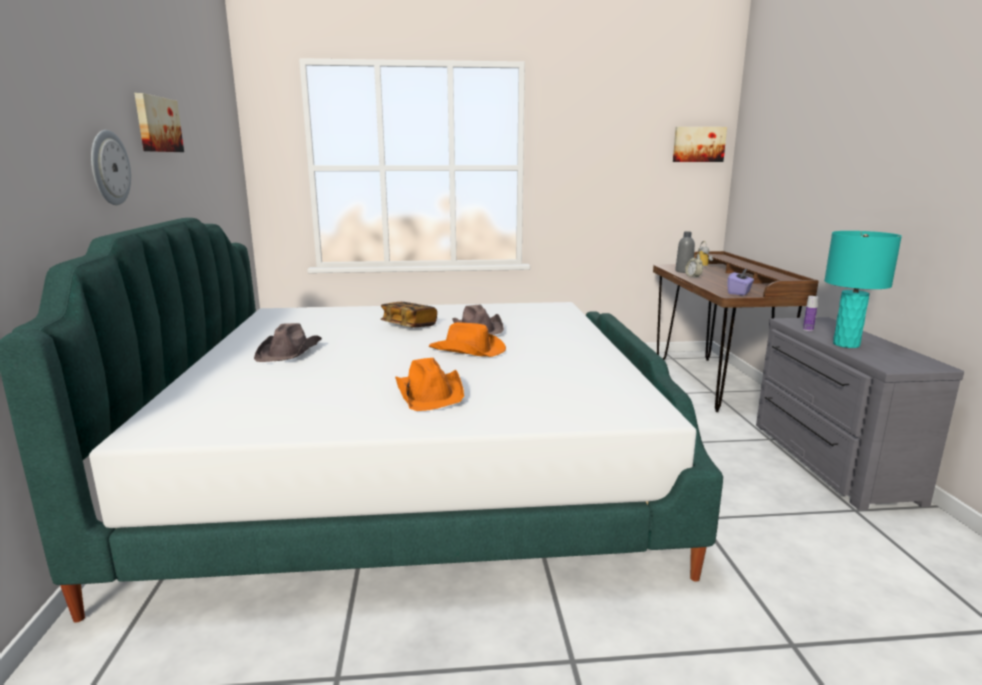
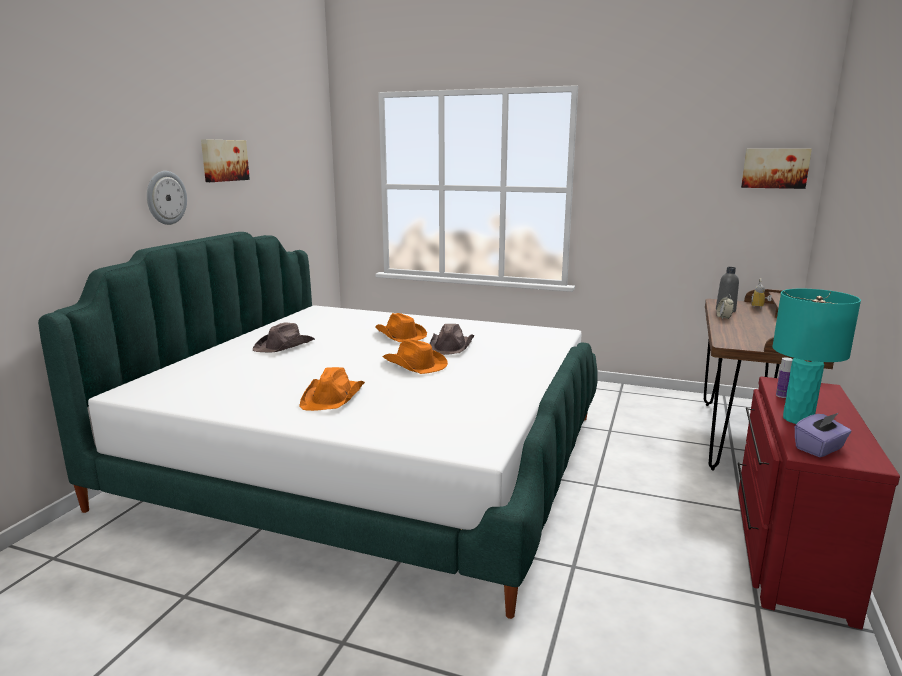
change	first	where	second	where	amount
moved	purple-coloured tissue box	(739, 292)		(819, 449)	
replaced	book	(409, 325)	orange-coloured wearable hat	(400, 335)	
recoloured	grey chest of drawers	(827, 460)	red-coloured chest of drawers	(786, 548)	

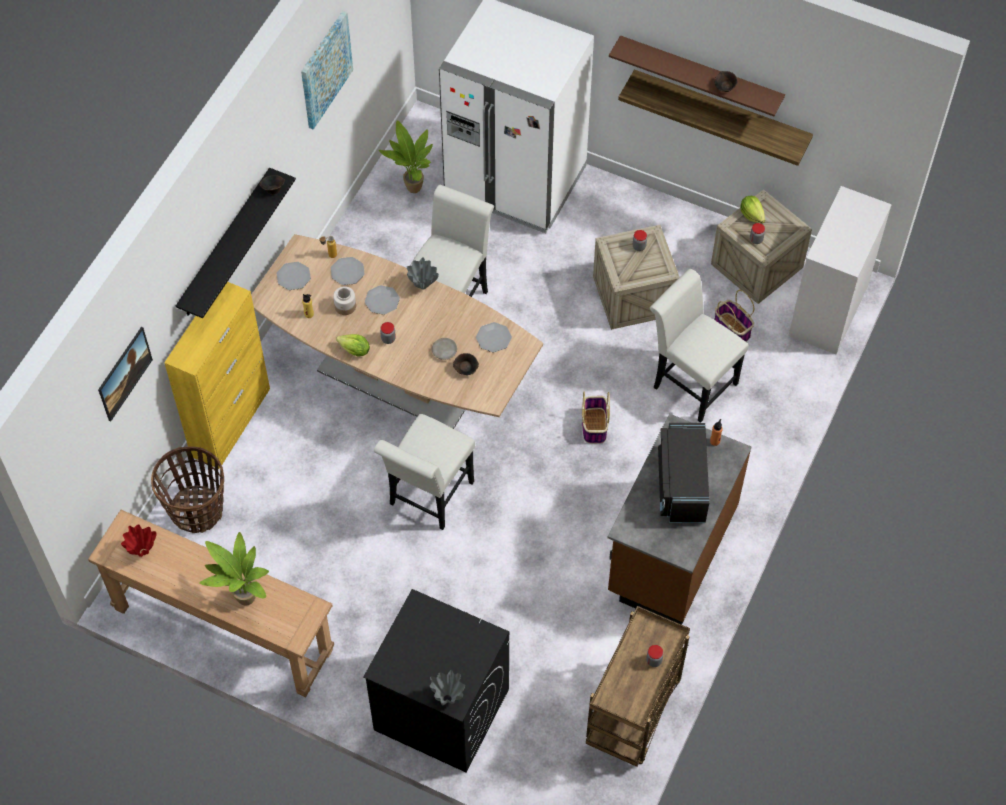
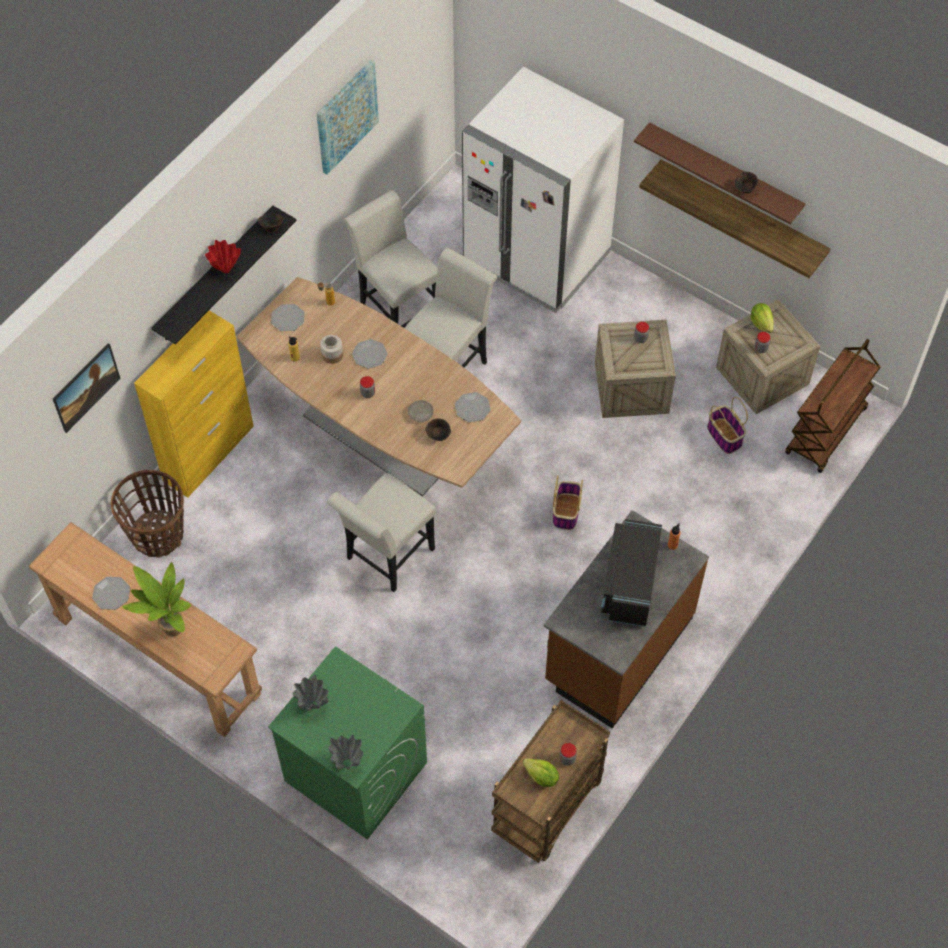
change	first	where	second	where	amount
removed	houseplant	(411, 189)			
replaced	white chest of drawers	(828, 311)	brown cart	(826, 432)	
moved	dinner plate	(347, 272)		(111, 594)	
moved	grey vase	(422, 286)		(312, 705)	
moved	white chair	(690, 382)		(396, 307)	
moved	lettuce head	(355, 351)		(541, 777)	
moved	red-coloured vase	(142, 552)		(225, 270)	
recoloured	black washing machine	(440, 709)	greenish washing machine	(354, 771)	

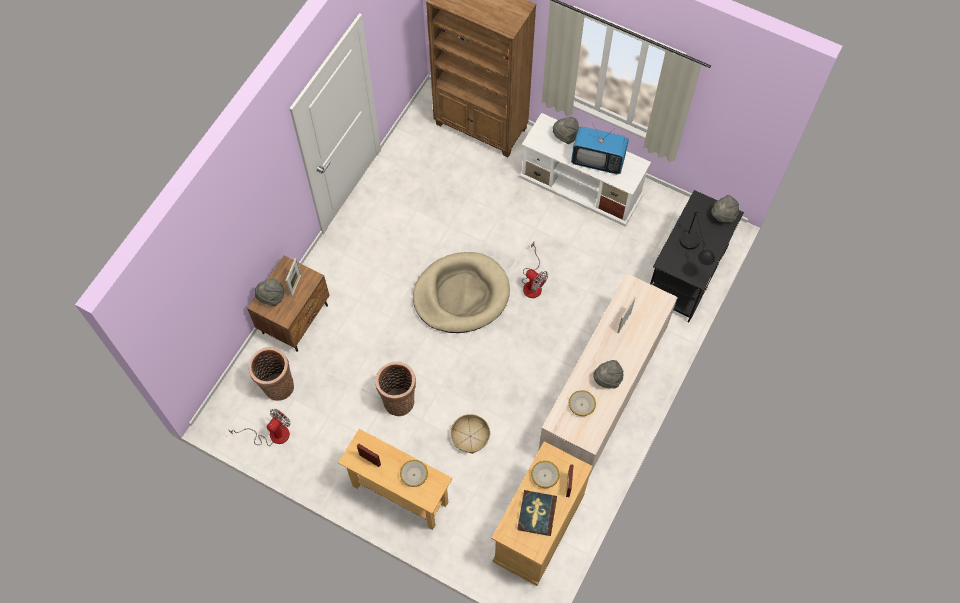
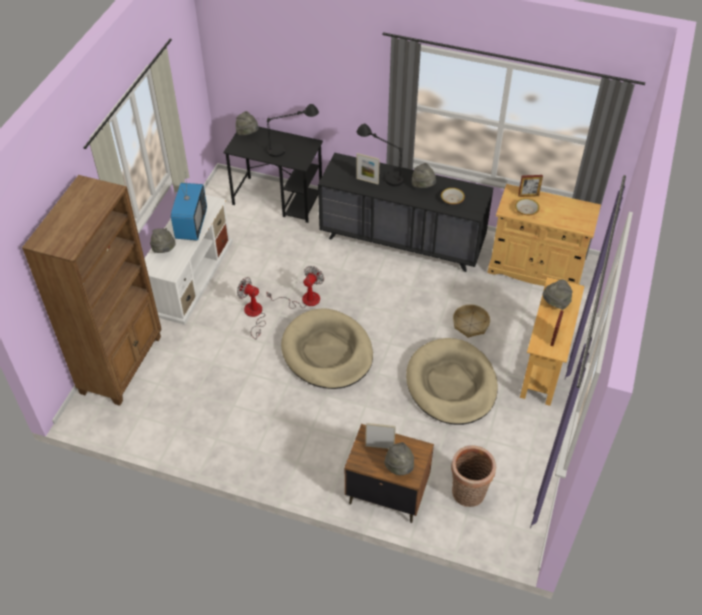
change	first	where	second	where	amount
recoloured	beige chest of drawers	(602, 393)	black chest of drawers	(402, 241)	
replaced	storage basket	(398, 399)	beige dog bed	(451, 384)	
moved	electric fan	(272, 434)		(254, 315)	
replaced	bowl	(414, 475)	grey wearable hat	(555, 303)	
removed	book	(536, 513)			
added			black tabletop lamp	(381, 173)	

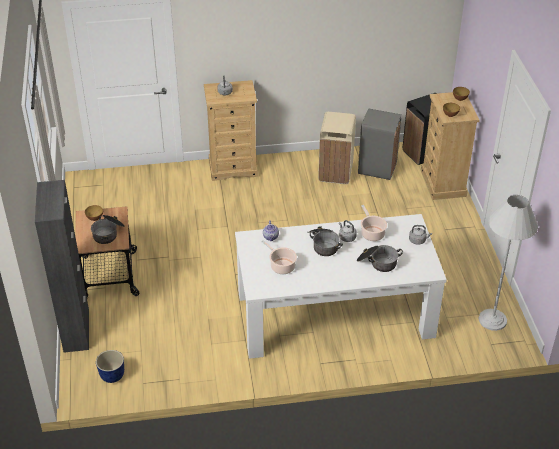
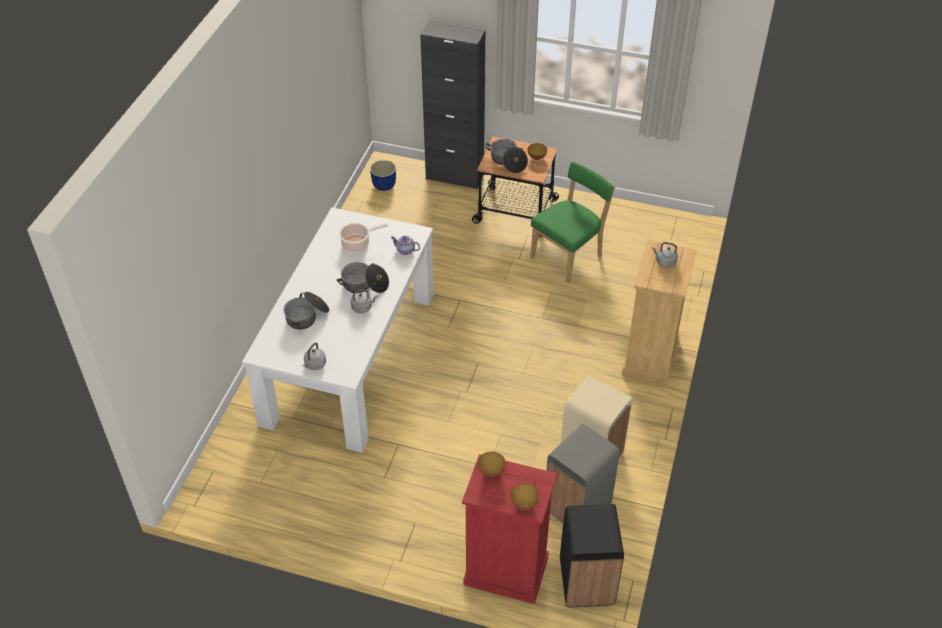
change	first	where	second	where	amount
recoloured	beige chest of drawers	(443, 183)	red-coloured chest of drawers	(505, 571)	
removed	white floor lamp	(492, 320)			
removed	cooking pot	(372, 233)			
added			greenish chair	(569, 256)	

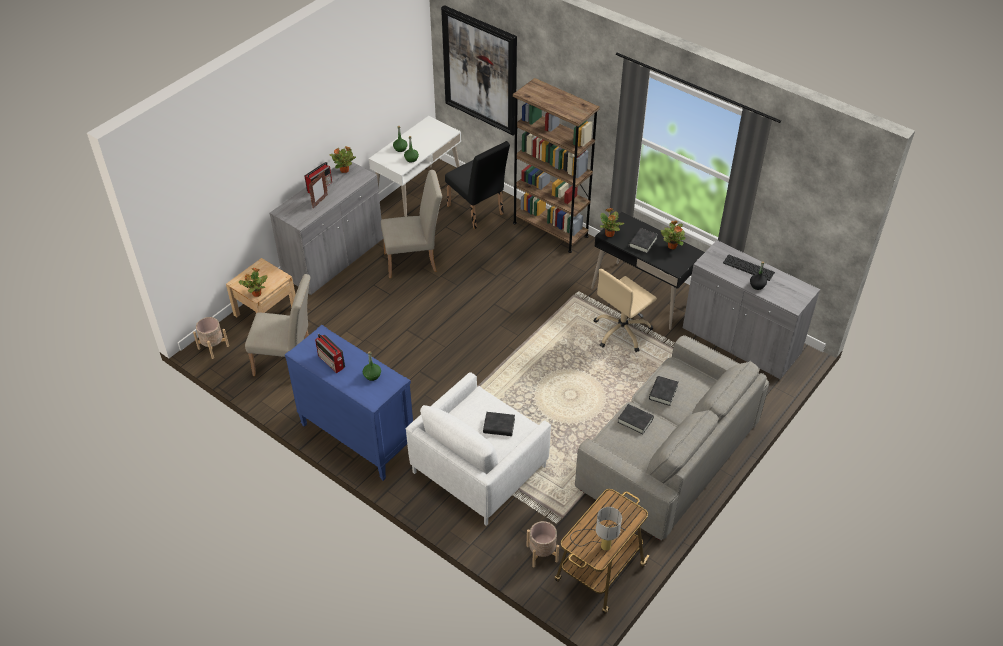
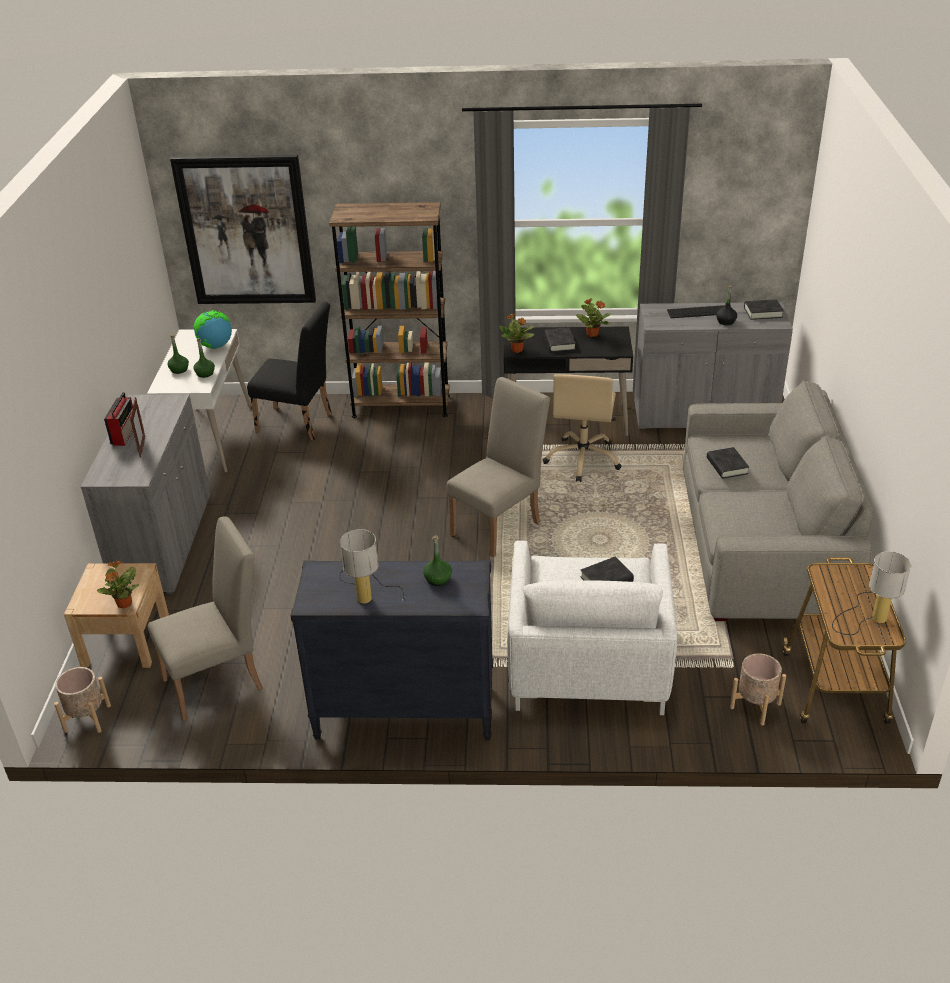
change	first	where	second	where	amount
removed	houseplant	(345, 170)			
moved	beige chair	(415, 261)		(500, 525)	
recoloured	bluish chest of drawers	(356, 438)	black chest of drawers	(404, 713)	
replaced	radio receiver	(331, 362)	tabletop lamp	(367, 591)	
moved	black book	(635, 420)		(763, 312)	
added			globe	(215, 346)	

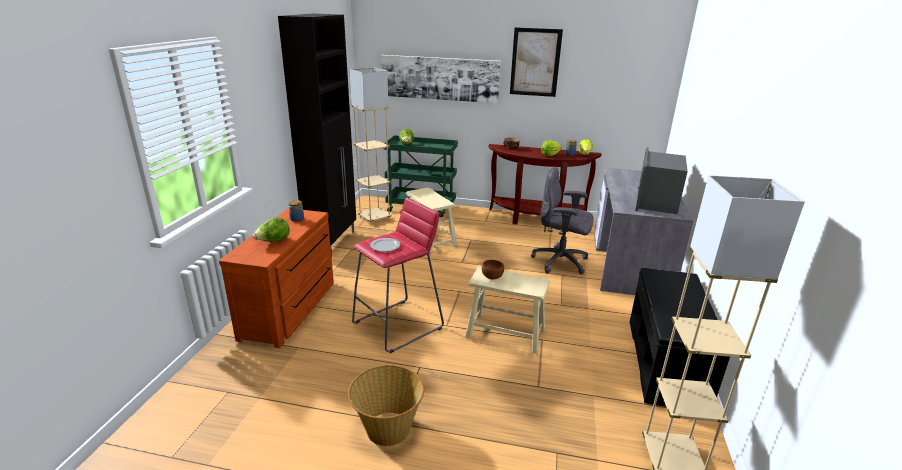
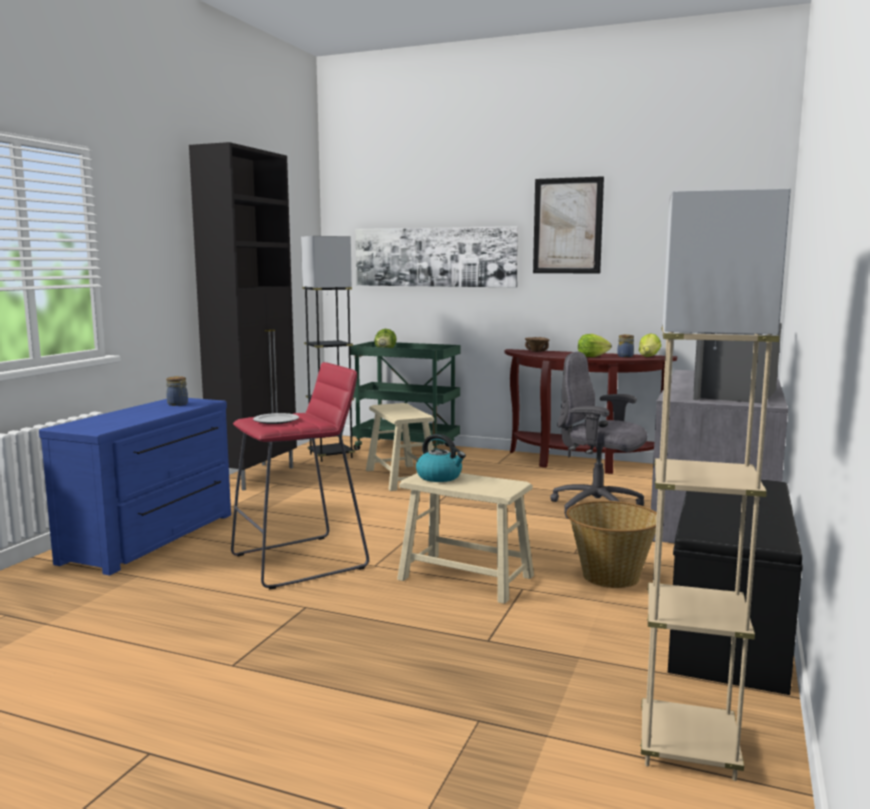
change	first	where	second	where	amount
recoloured	beige floor lamp	(374, 218)	black floor lamp	(331, 456)	
recoloured	brown chest of drawers	(292, 309)	bluish chest of drawers	(154, 538)	
removed	lettuce head	(273, 241)			
replaced	brown bowl	(492, 276)	kettle	(440, 477)	
moved	storage basket	(388, 429)		(610, 577)	

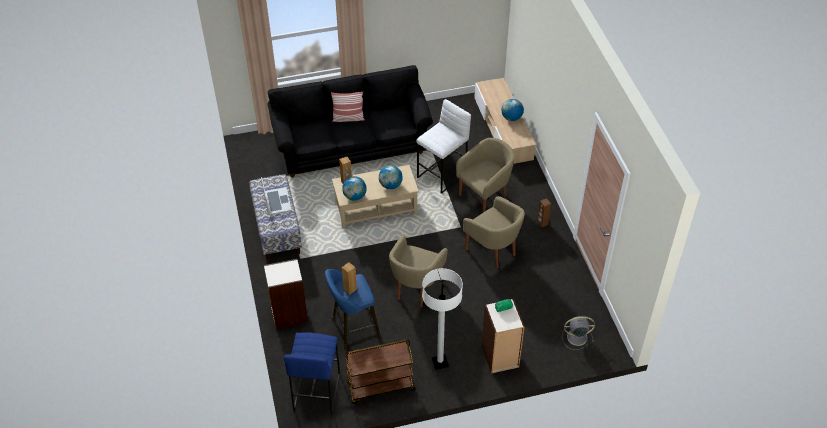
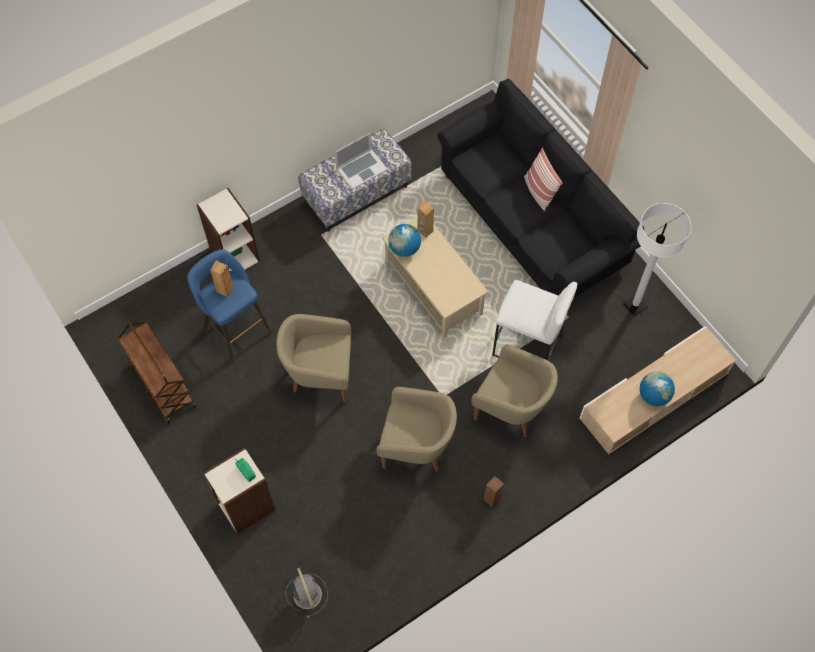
change	first	where	second	where	amount
removed	globe	(390, 185)			
turned	beige armchair	(493, 251)		(416, 449)	105 degrees counterclockwise
moved	white floor lamp	(440, 362)		(635, 305)	
removed	bluish stool	(316, 391)			

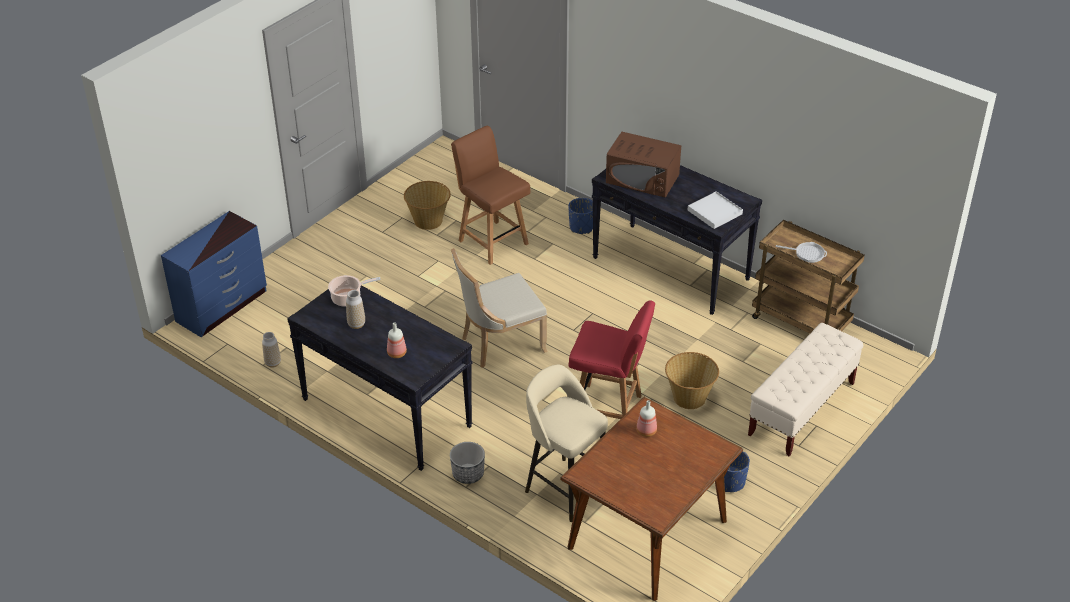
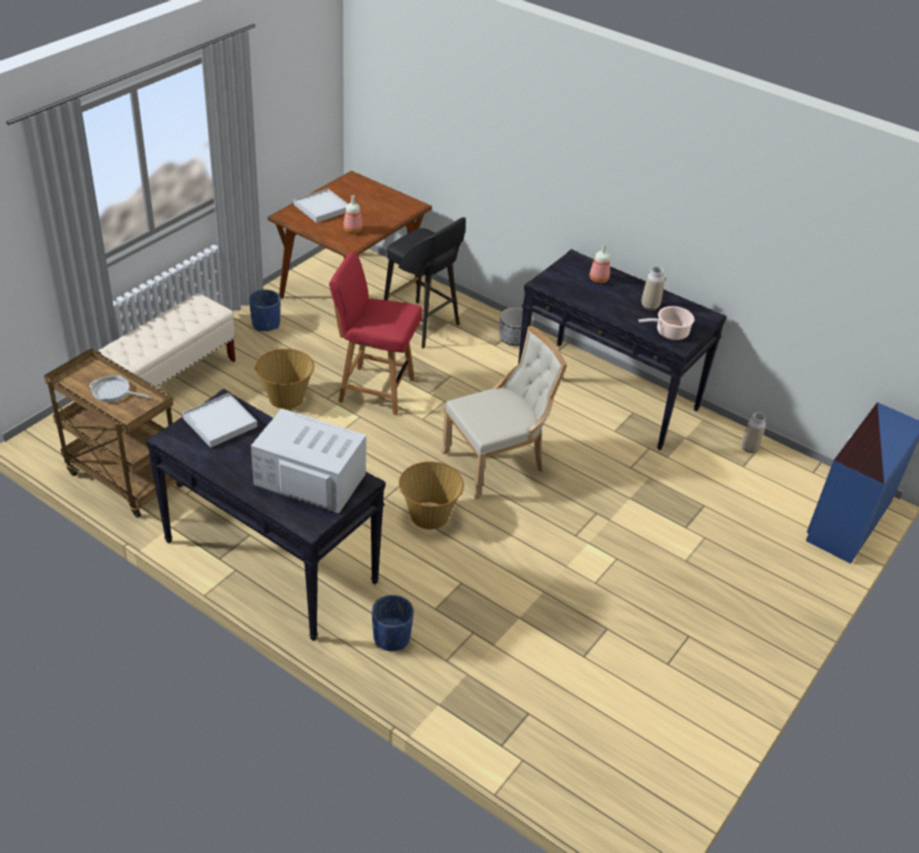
change	first	where	second	where	amount
removed	brown chair	(492, 241)			
recoloured	brown microwave	(642, 178)	white microwave	(310, 479)	
moved	storage basket	(428, 221)		(429, 516)	
recoloured	beige stool	(565, 488)	black stool	(422, 325)	
added			white serving tray	(322, 208)	

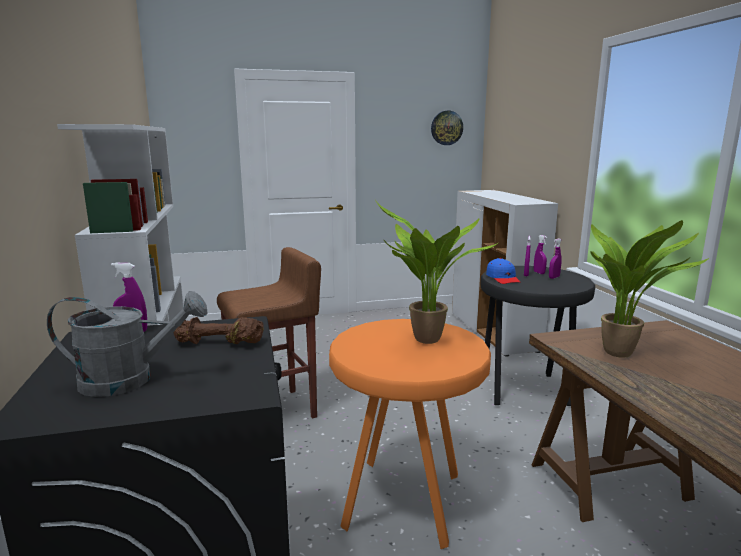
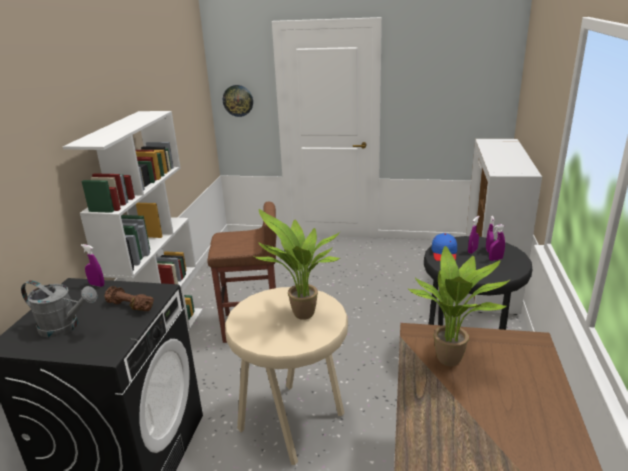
change	first	where	second	where	amount
moved	clock on the wall	(446, 128)		(238, 100)	
recoloured	orange-coloured stool	(405, 500)	beige stool	(294, 422)	

